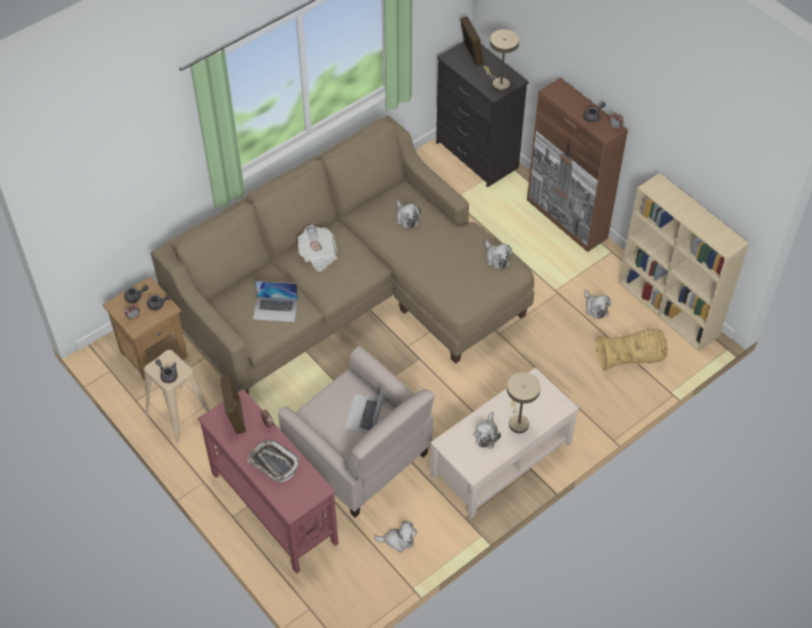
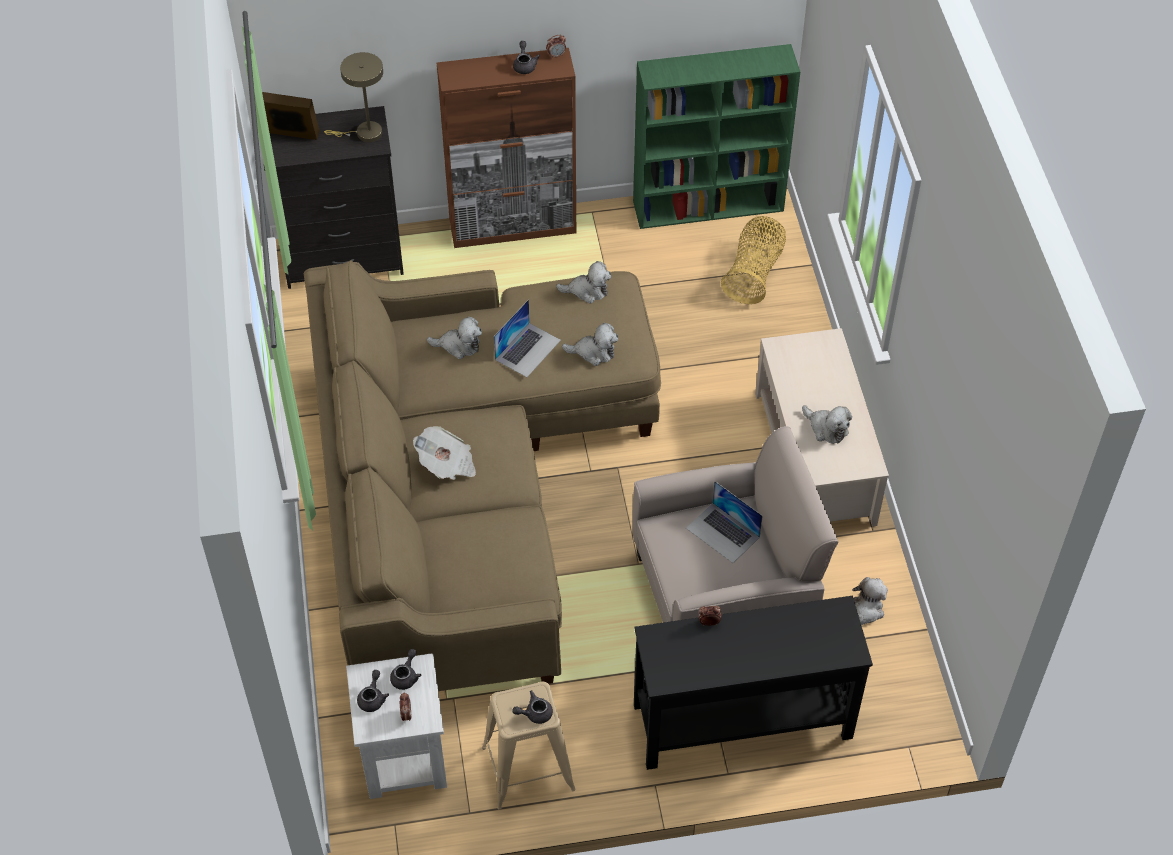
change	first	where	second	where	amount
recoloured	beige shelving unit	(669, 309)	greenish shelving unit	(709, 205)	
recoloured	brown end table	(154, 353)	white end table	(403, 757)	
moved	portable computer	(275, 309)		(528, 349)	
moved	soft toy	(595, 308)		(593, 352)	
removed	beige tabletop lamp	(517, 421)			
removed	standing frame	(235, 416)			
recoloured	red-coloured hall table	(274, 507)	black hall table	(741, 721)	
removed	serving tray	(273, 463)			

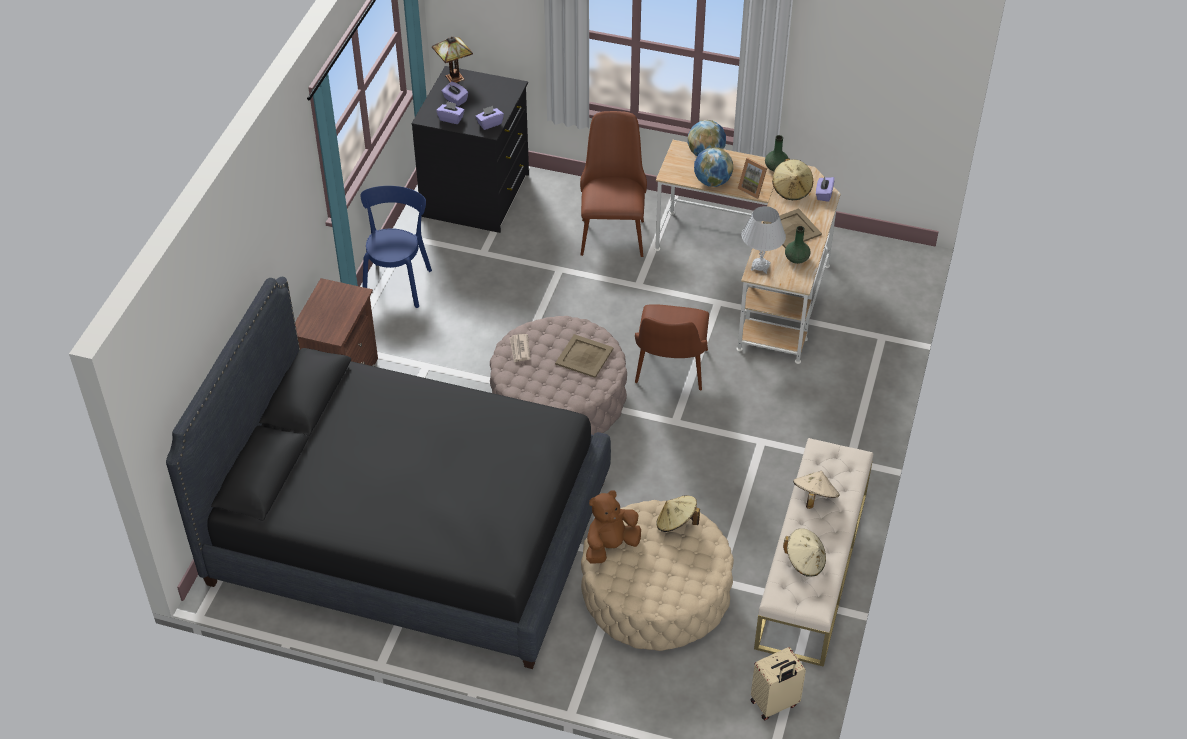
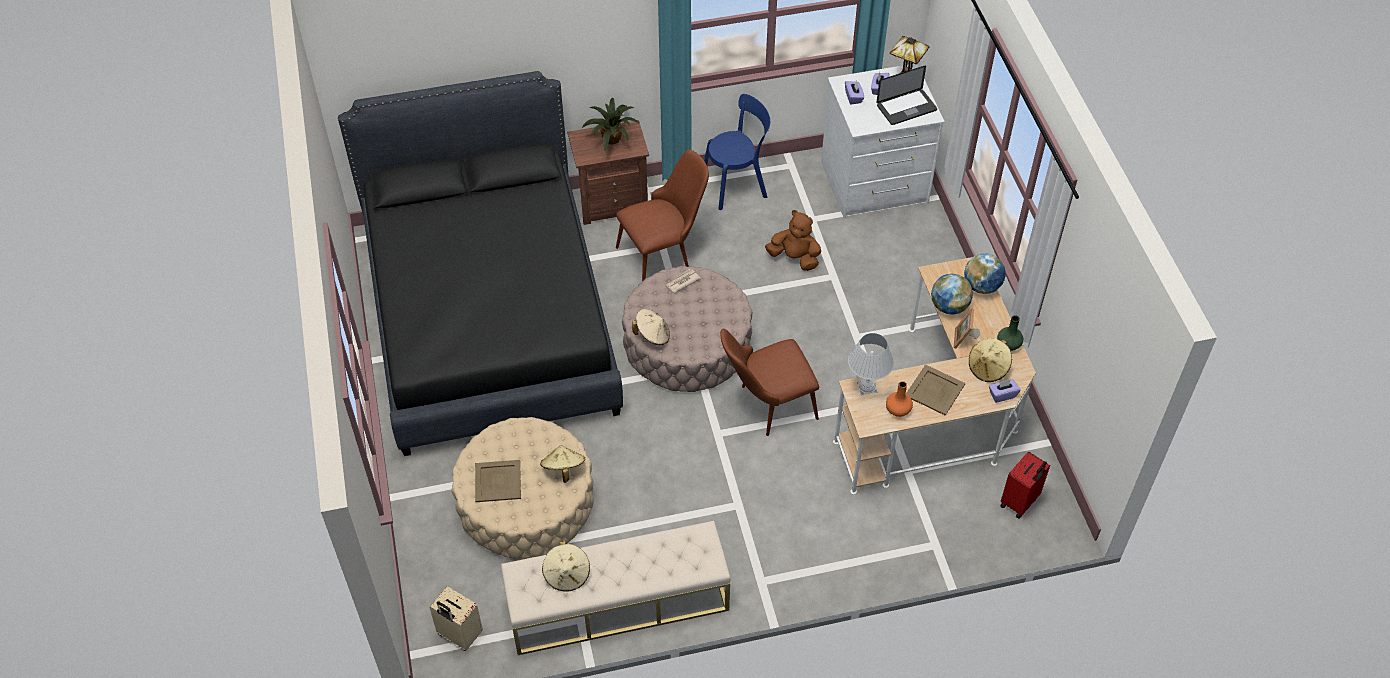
change	first	where	second	where	amount
recoloured	black chest of drawers	(477, 195)	white chest of drawers	(874, 183)	
removed	purple-coloured tissue box	(489, 123)			
moved	brown chair	(612, 228)		(664, 253)	
recoloured	greenish vase	(797, 258)	orange-coloured vase	(898, 409)	
moved	beige serving tray	(585, 356)		(498, 481)	
moved	beige wearable hat	(814, 497)		(652, 335)	
moved	brown soft toy	(610, 546)		(794, 258)	
added			portable computer	(906, 108)	
added			houseplant	(612, 139)	
added			red-coloured travel case	(1020, 502)	

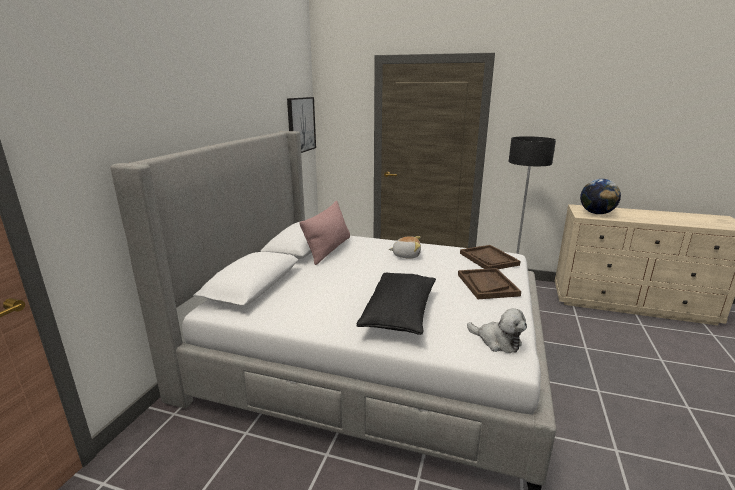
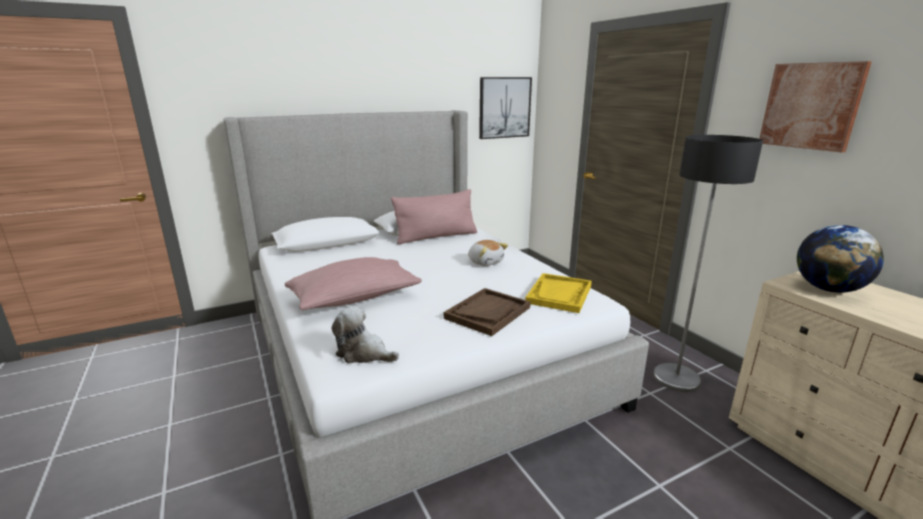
change	first	where	second	where	amount
recoloured	brown serving tray	(489, 259)	yellowish serving tray	(559, 294)	
recoloured	black cushion	(399, 314)	pink-coloured cushion	(355, 299)	
turned	soft toy	(497, 341)		(363, 353)	120 degrees clockwise
added			wall picture	(811, 106)	

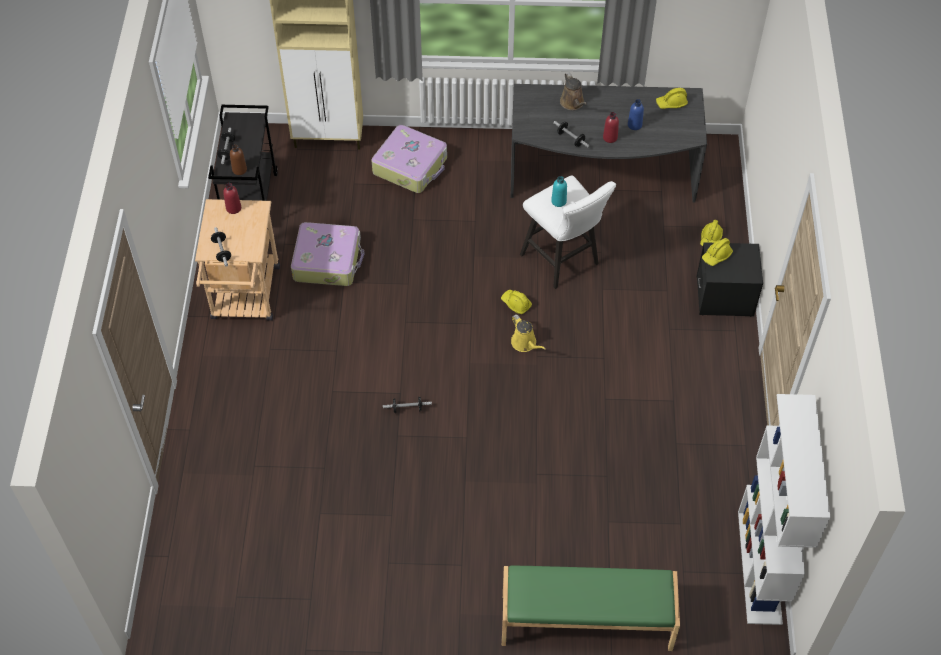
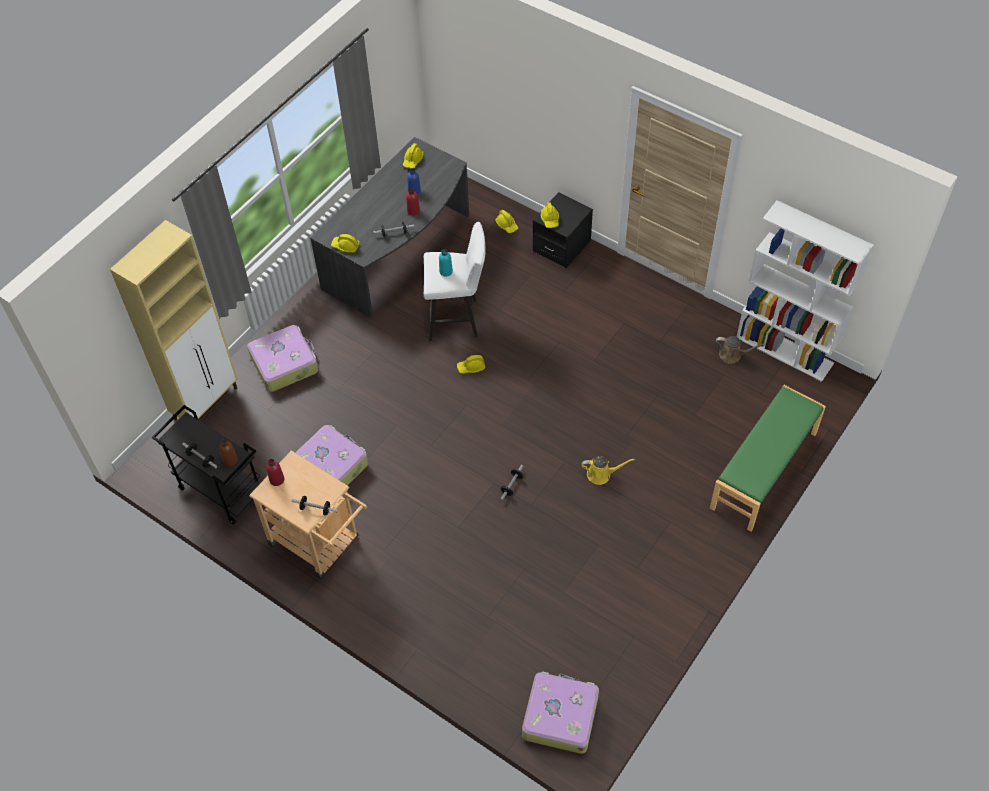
change	first	where	second	where	amount
moved	brown watering can	(573, 103)		(732, 355)	
moved	yellowish watering can	(525, 343)		(601, 474)	
added			yellowish safety helmet	(345, 246)	
added			travel case	(560, 716)	

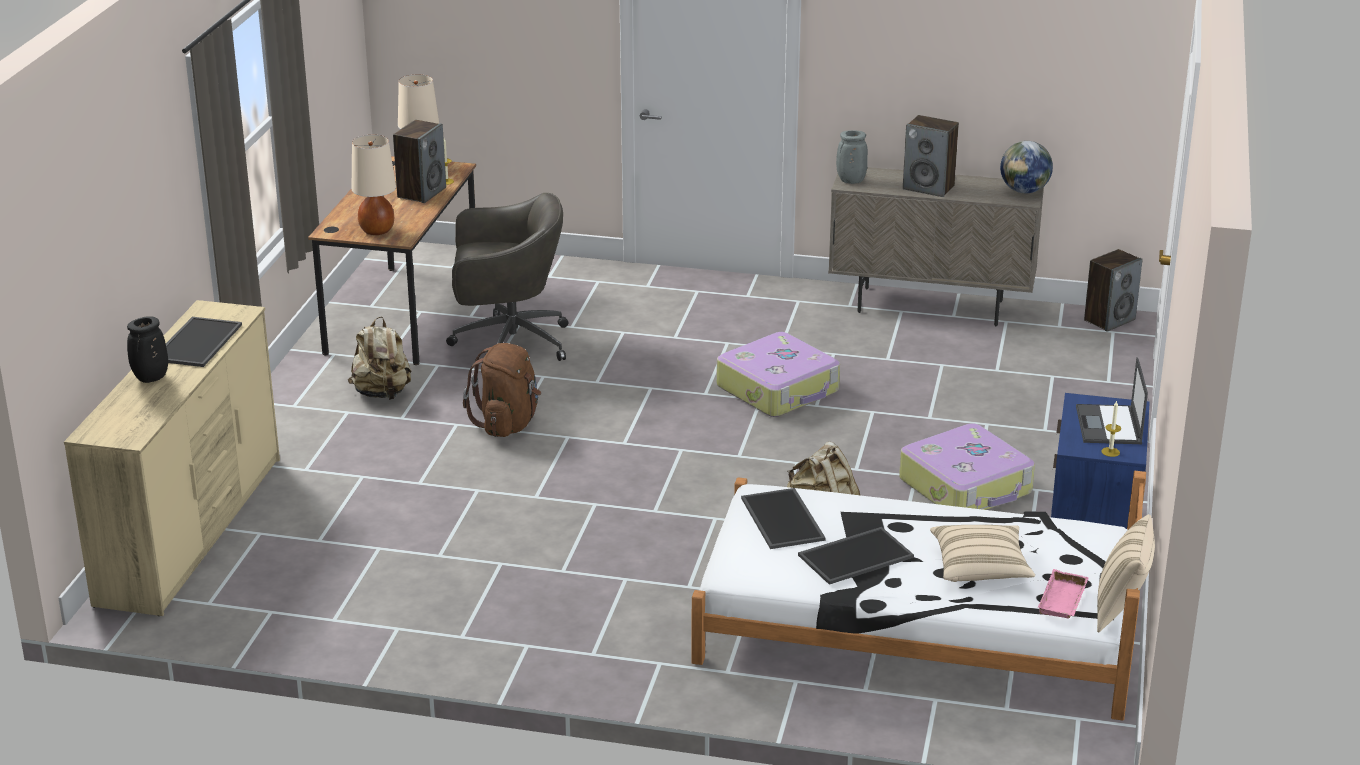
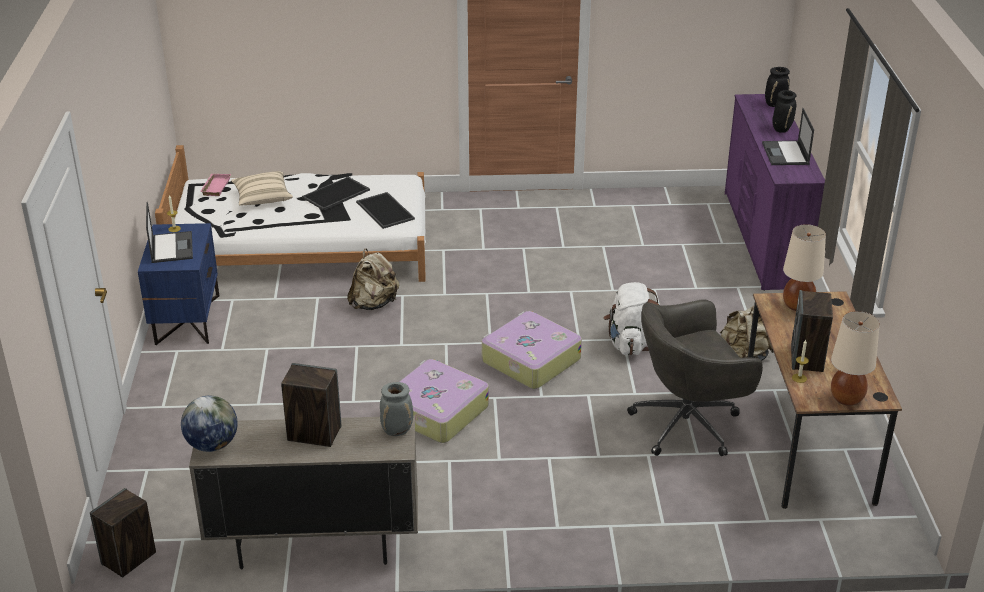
change	first	where	second	where	amount
recoloured	beige chest of drawers	(192, 529)	purple-coloured chest of drawers	(763, 239)	
replaced	serving tray	(196, 342)	portable computer	(786, 154)	
recoloured	brown rucksack	(507, 424)	white rucksack	(630, 343)	
moved	travel case	(967, 487)		(529, 360)	
removed	beige cushion	(1121, 609)			
added			black vase	(775, 104)	

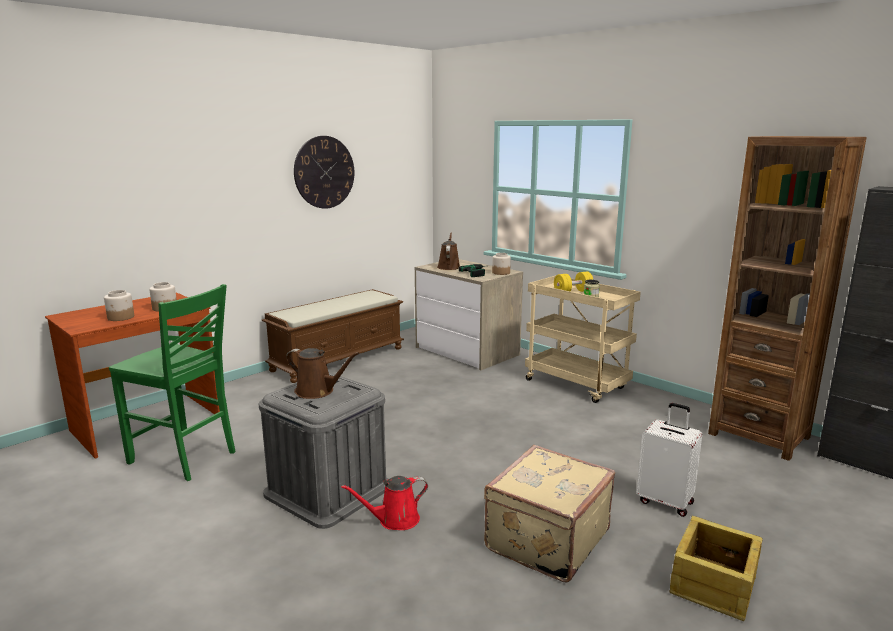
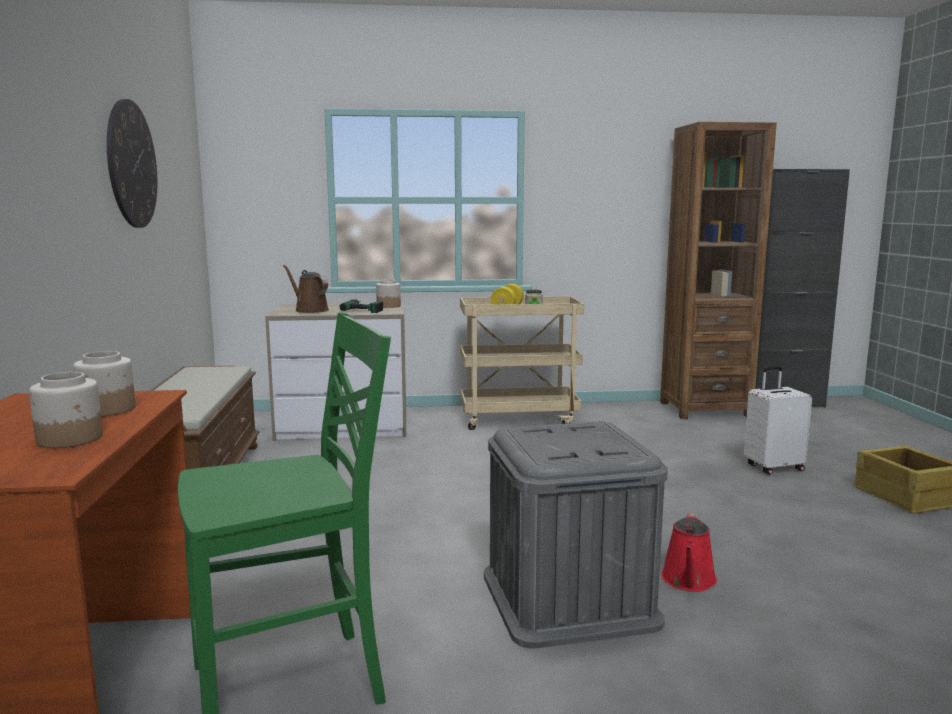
change	first	where	second	where	amount
removed	brown watering can	(317, 391)			
removed	beige travel case	(545, 539)			

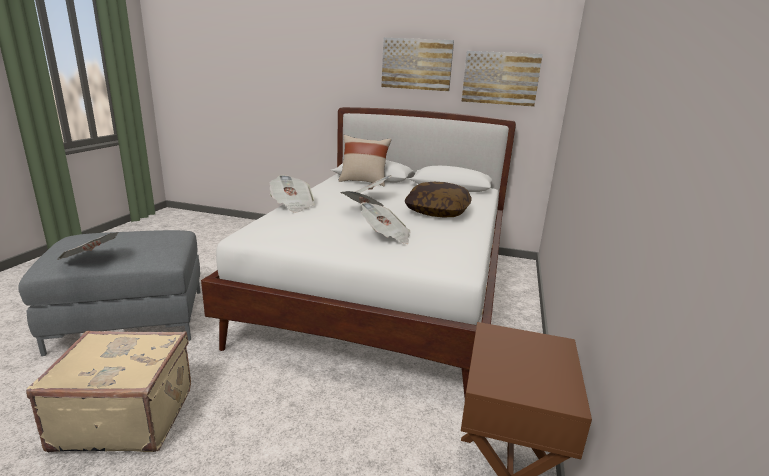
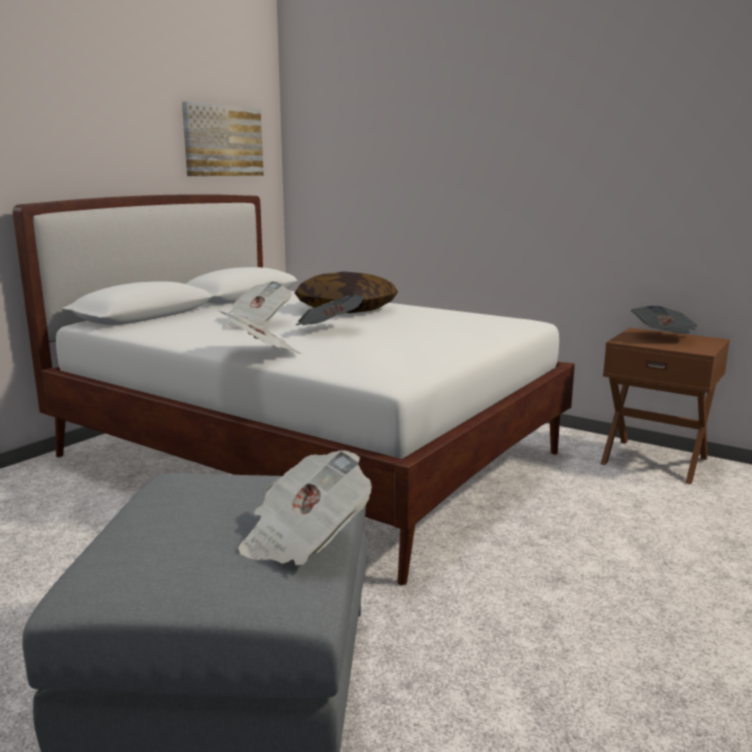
change	first	where	second	where	amount
removed	wall picture	(417, 64)			
removed	beige cushion	(363, 182)			
moved	printed paper	(386, 236)		(663, 338)	
removed	beige travel case	(126, 416)			

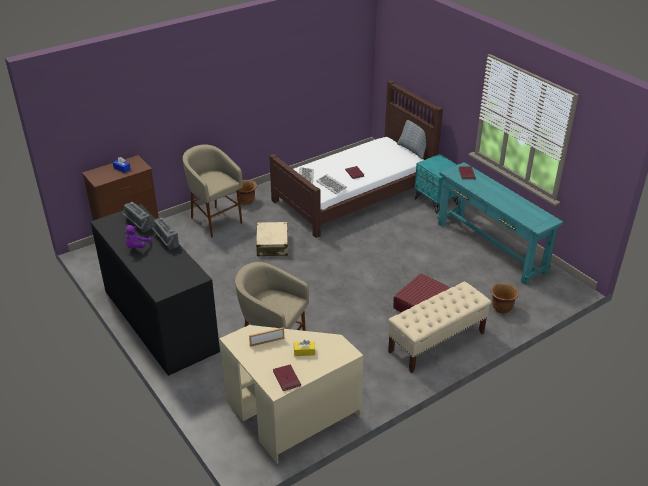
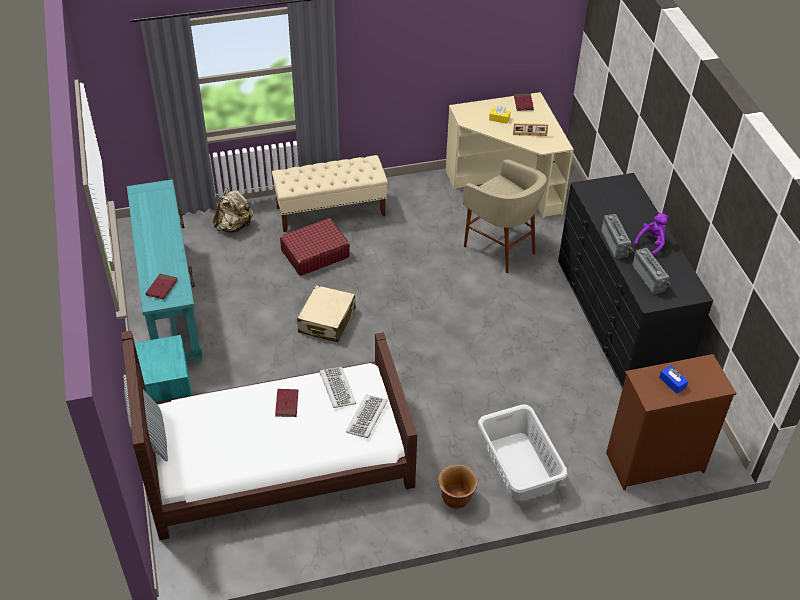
change	first	where	second	where	amount
replaced	beige stool	(215, 221)	grey laundry basket	(518, 467)	
moved	beige travel case	(272, 245)		(326, 321)	
replaced	brown planter	(501, 308)	beige rucksack	(234, 226)	

